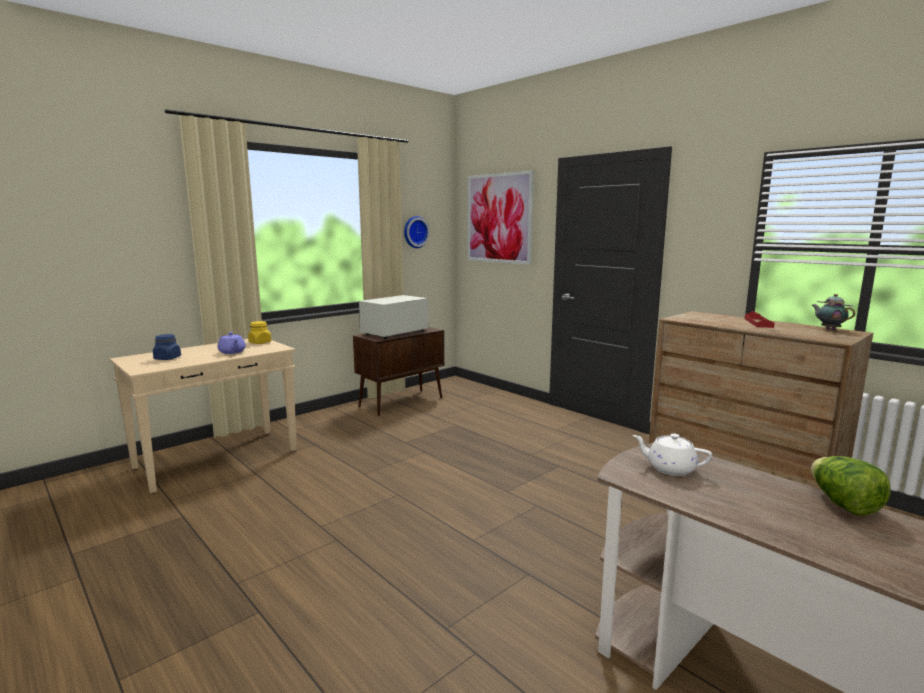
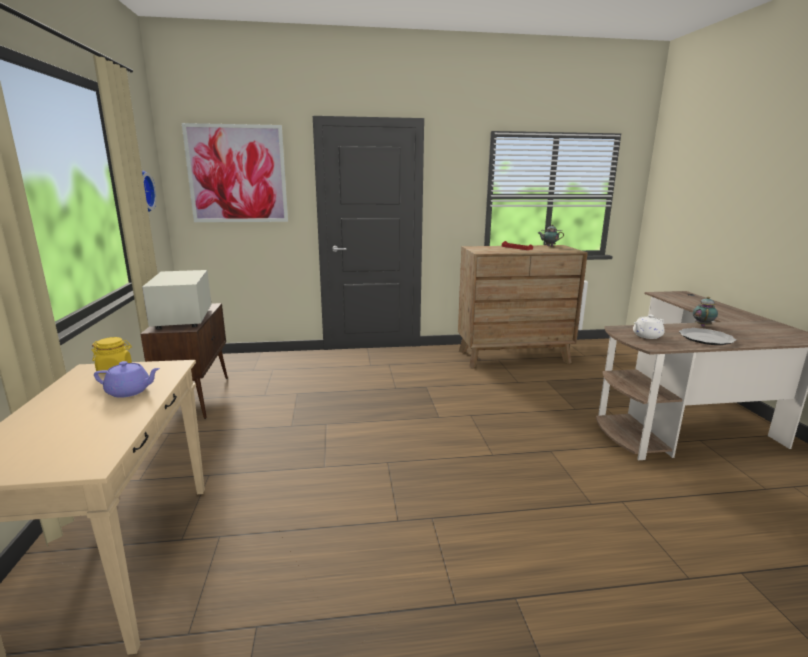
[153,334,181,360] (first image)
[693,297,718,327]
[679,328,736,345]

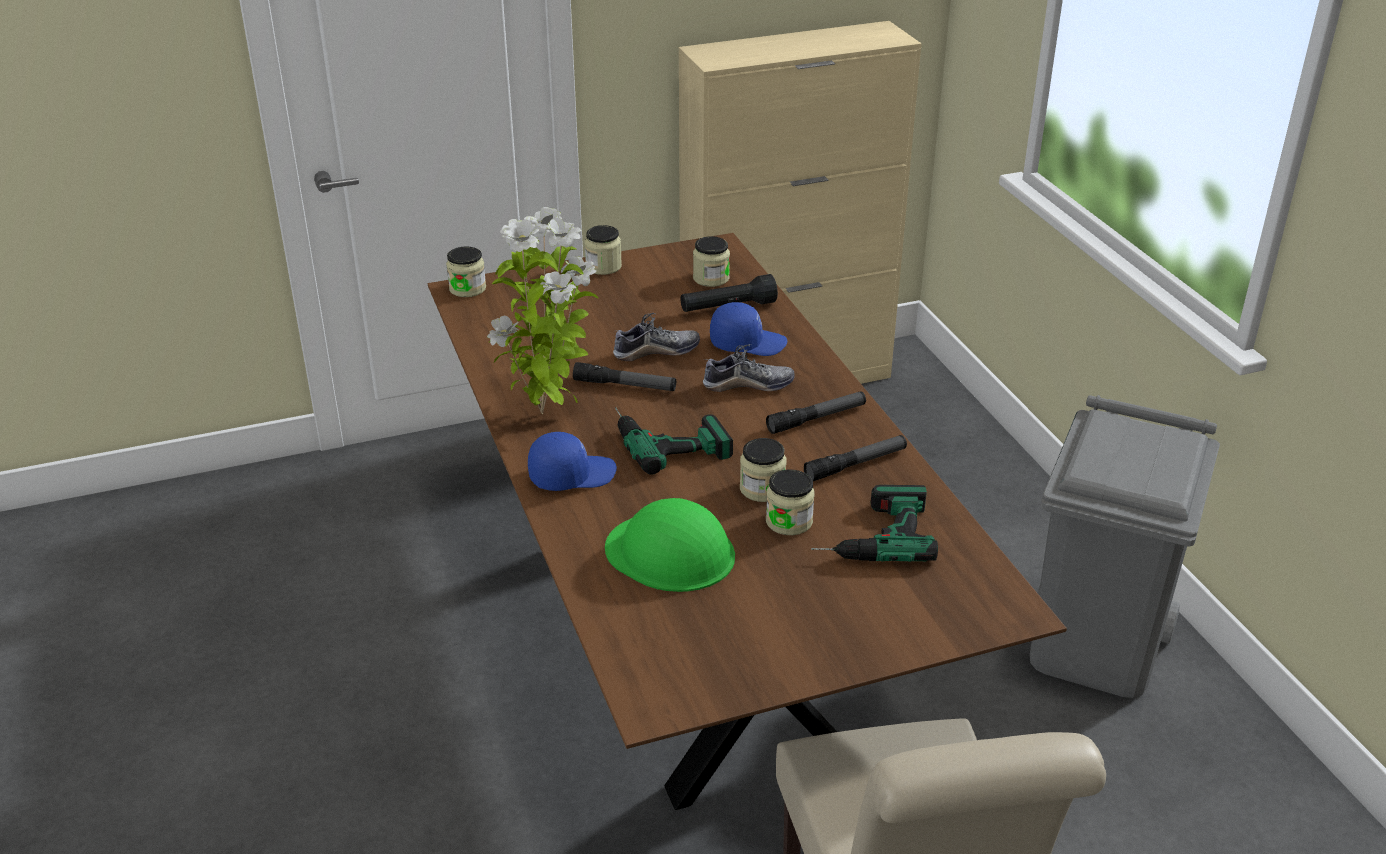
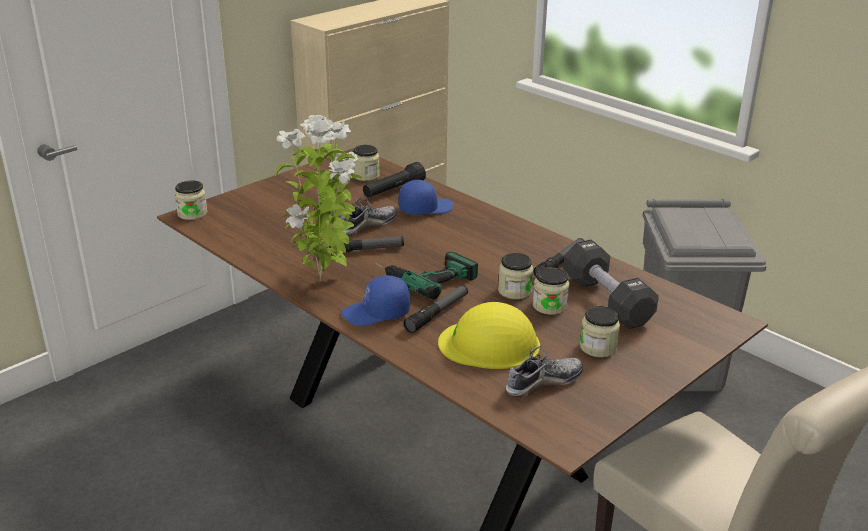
[342,275,410,326]
[580,306,620,358]
[438,302,540,369]
[506,345,583,397]
[404,285,468,333]
[563,239,659,329]

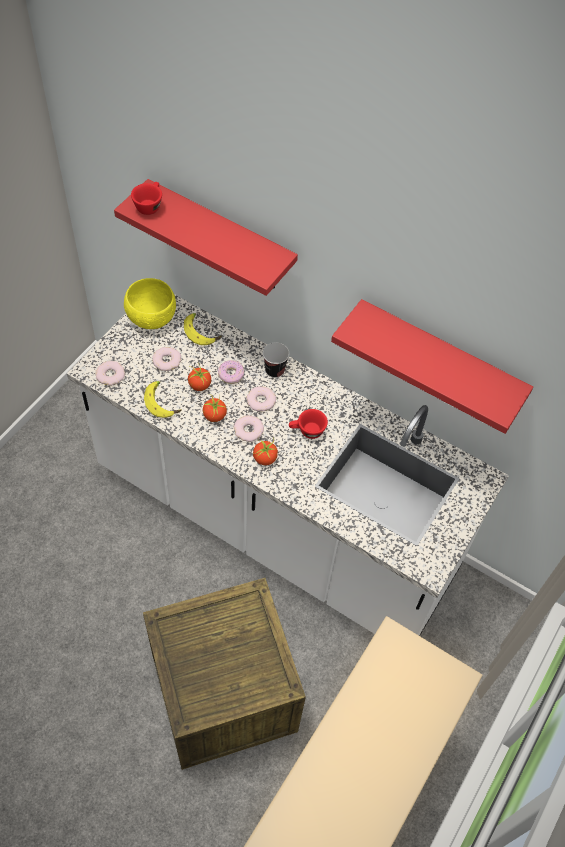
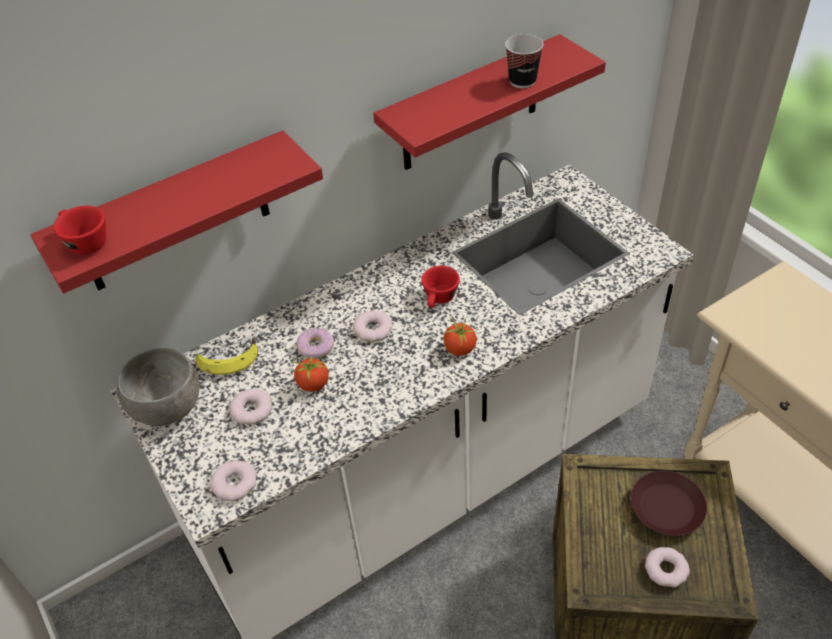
[117,348,200,426]
[144,381,182,418] (first image)
[202,393,227,422] (first image)
[645,547,690,588]
[505,34,543,88]
[631,471,707,536]

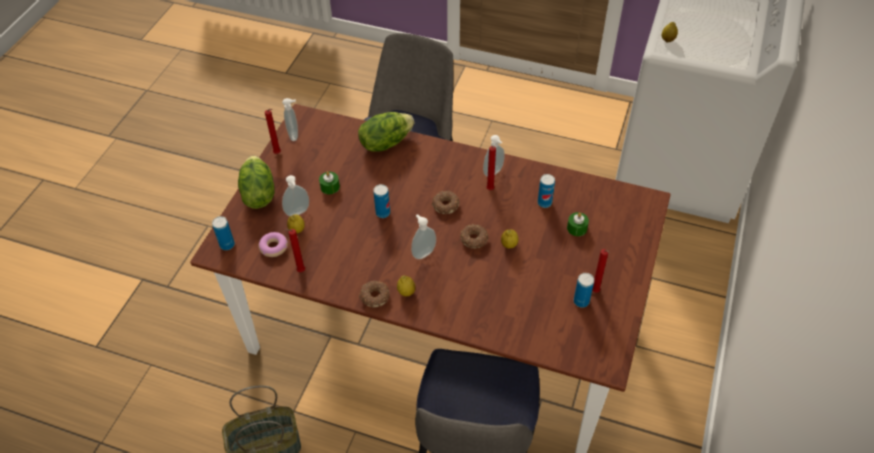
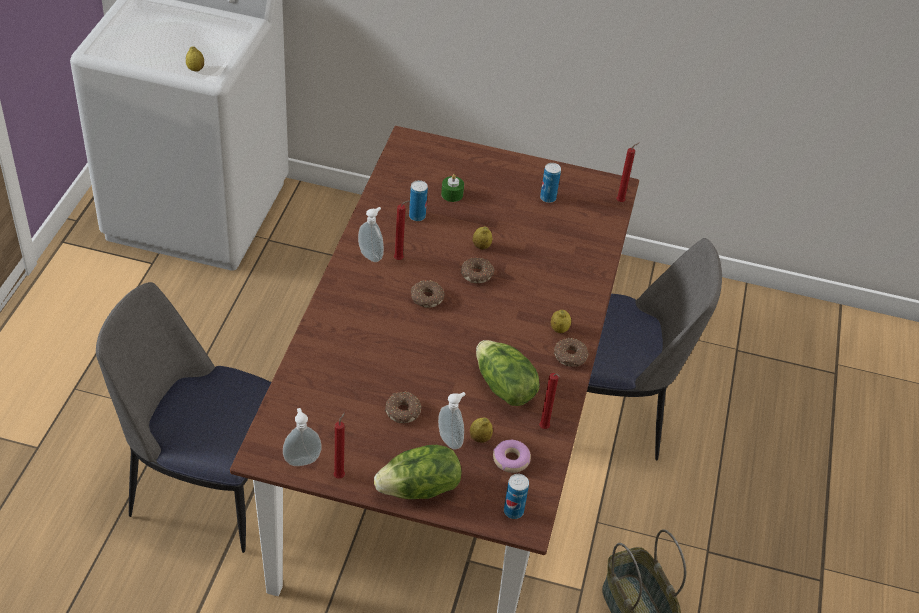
[385,392,422,423]
[476,340,540,406]
[373,184,390,218] (first image)
[411,214,436,259] (first image)
[616,142,640,202]

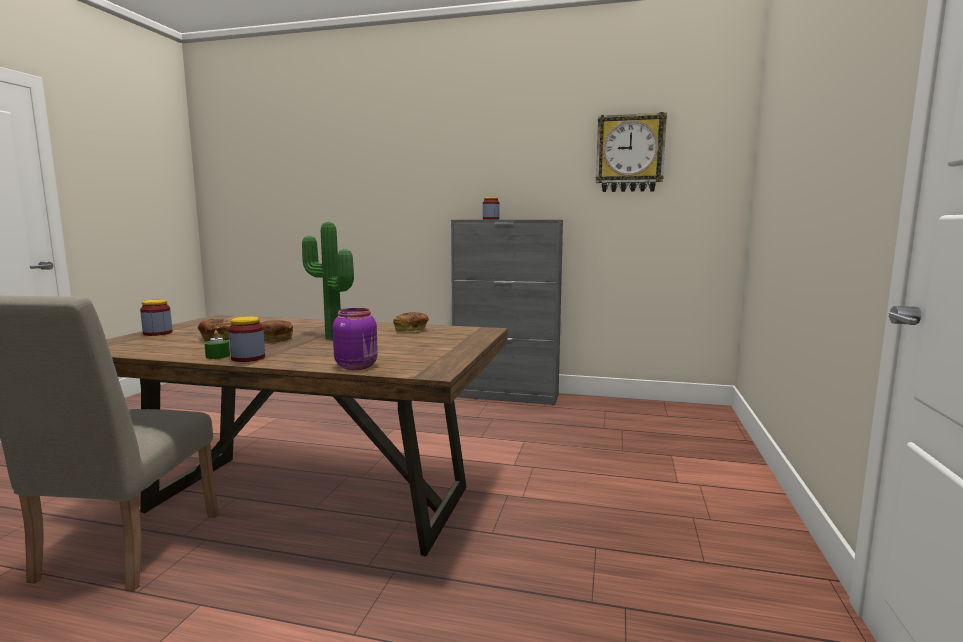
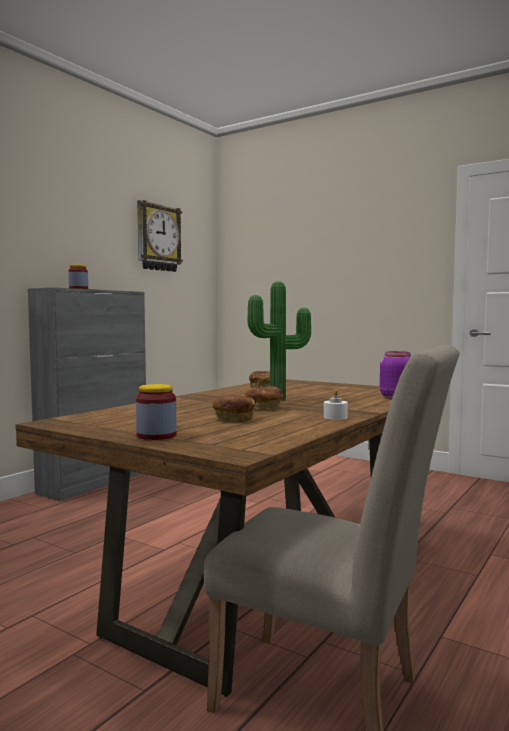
[324,389,348,420]
[229,317,265,362] (first image)

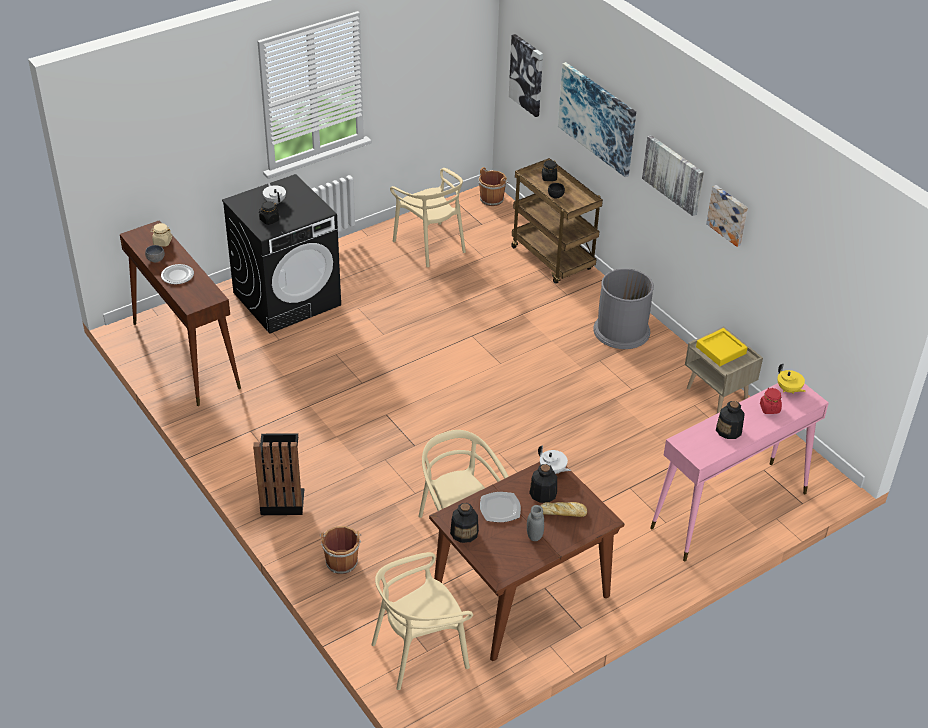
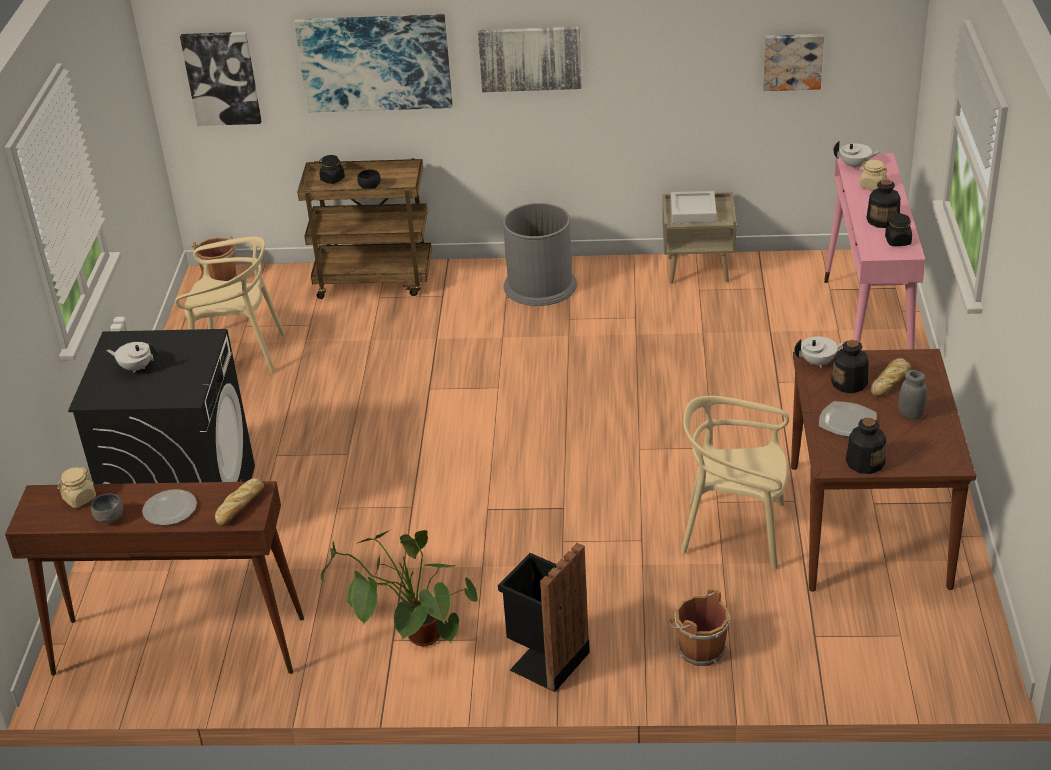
[885,213,912,246]
[371,552,473,690] (first image)
[670,191,717,223]
[763,34,824,91]
[859,160,887,191]
[834,141,881,170]
[215,478,264,526]
[321,530,478,646]

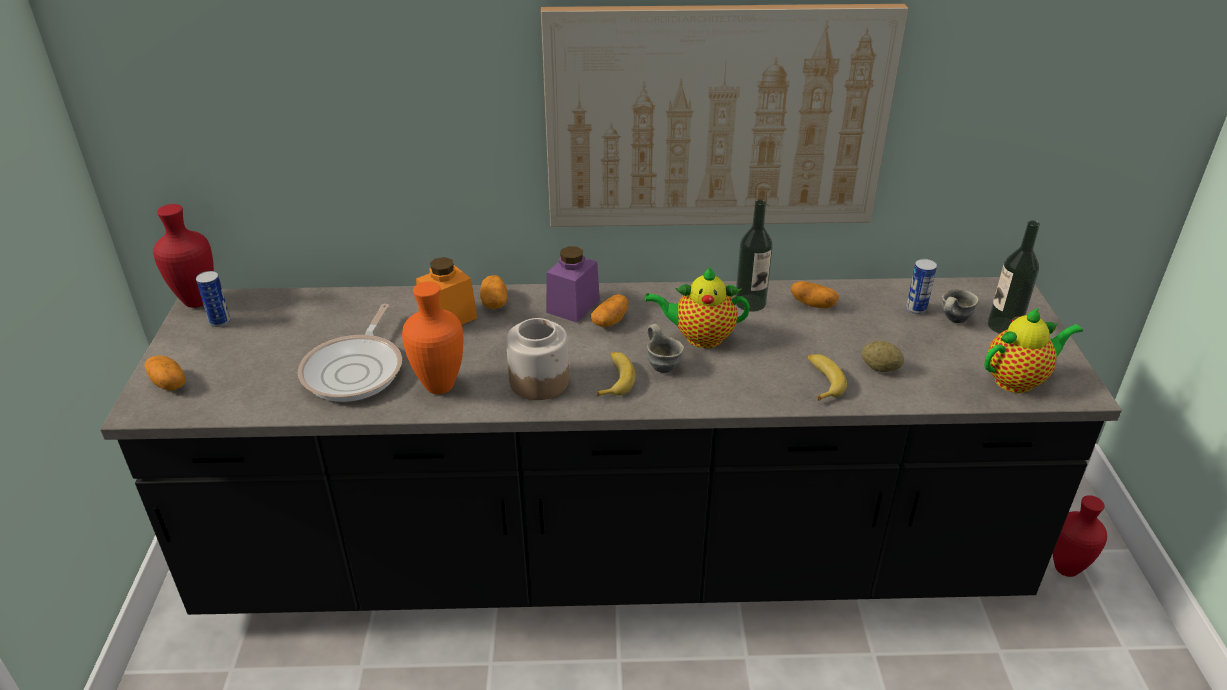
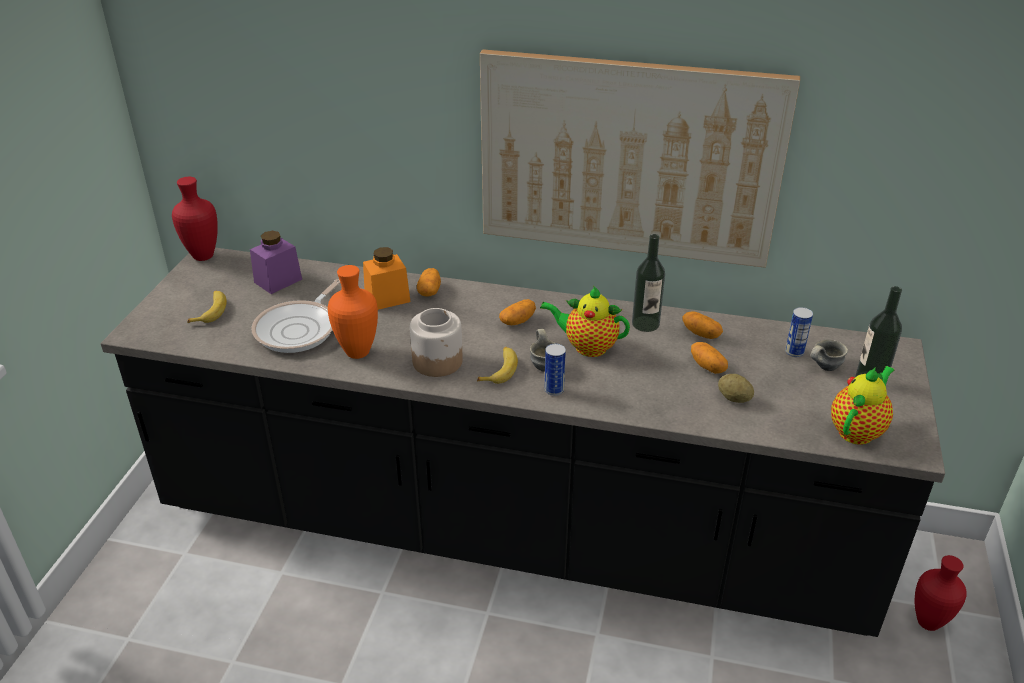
[691,342,728,374]
[545,344,566,396]
[250,231,302,294]
[187,291,227,323]
[831,366,894,445]

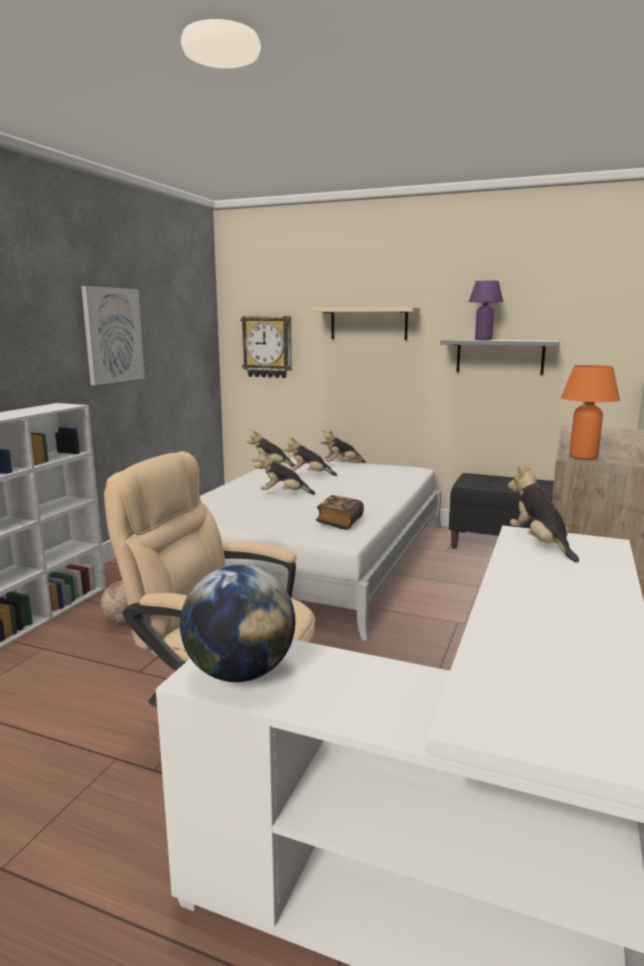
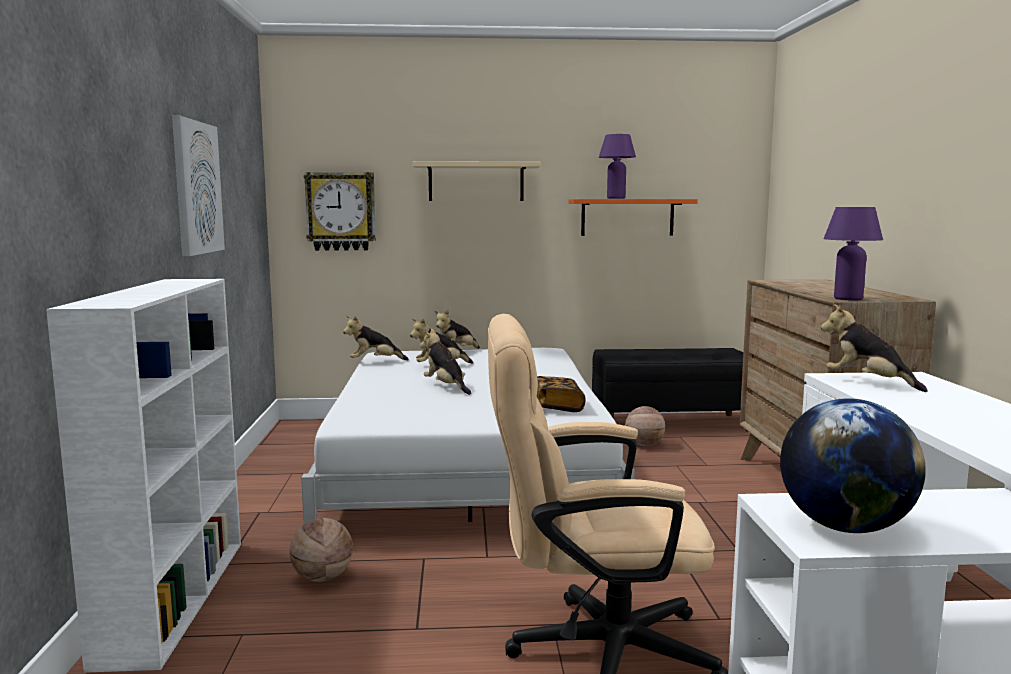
[420,329,471,395]
[568,199,698,236]
[824,207,883,301]
[625,406,665,446]

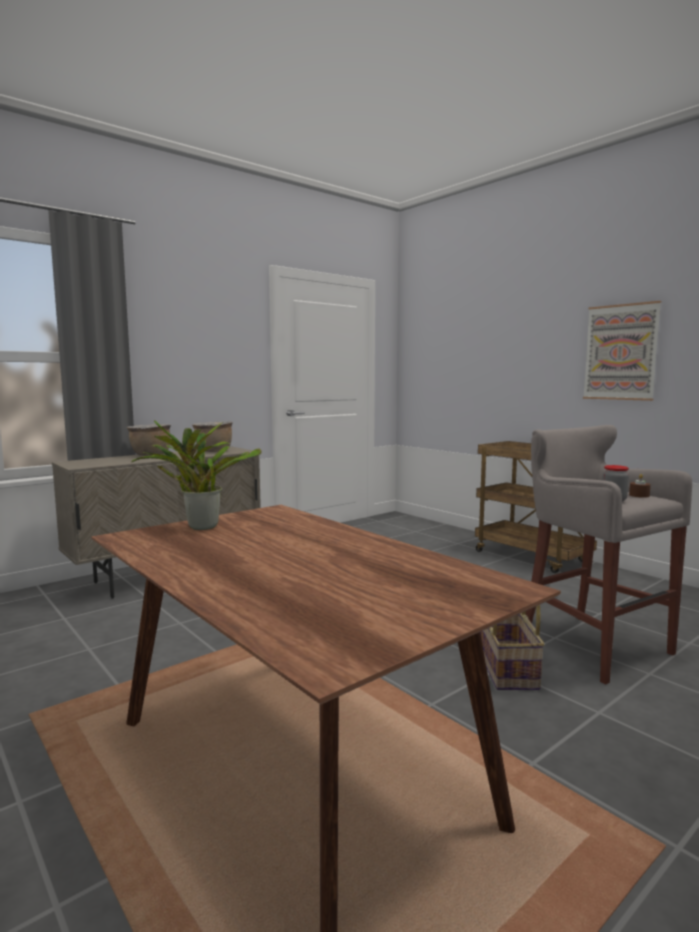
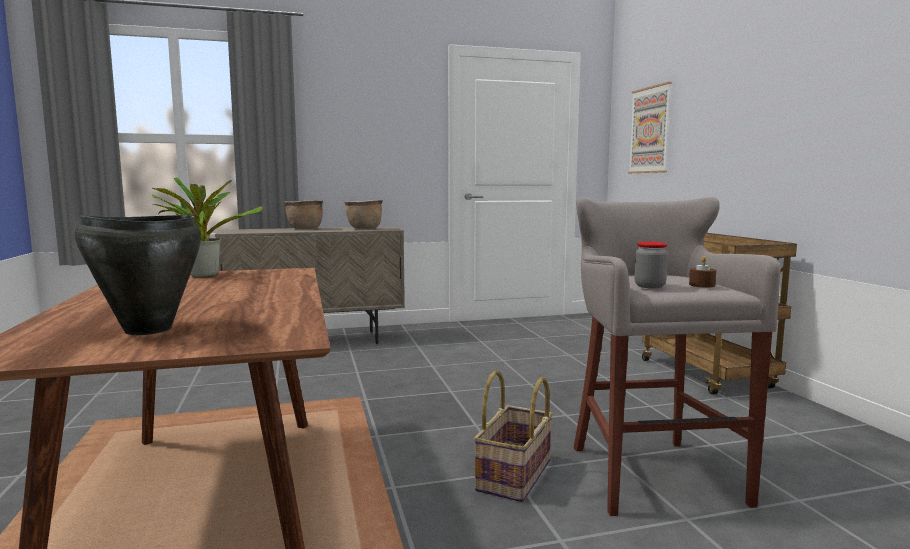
[628,82,672,173]
[75,215,201,335]

